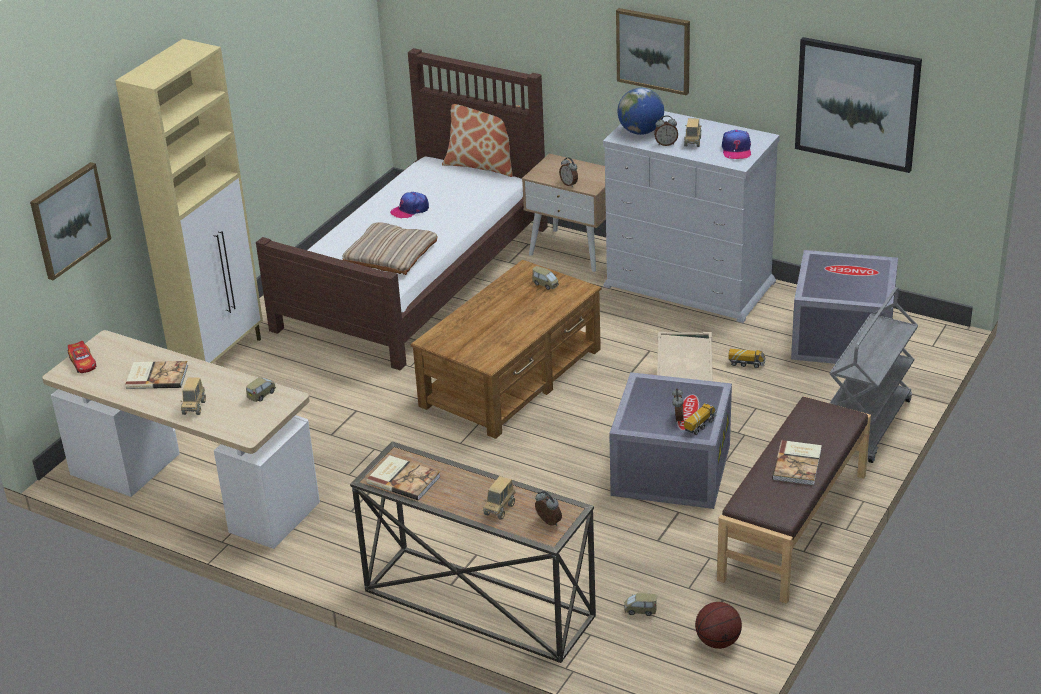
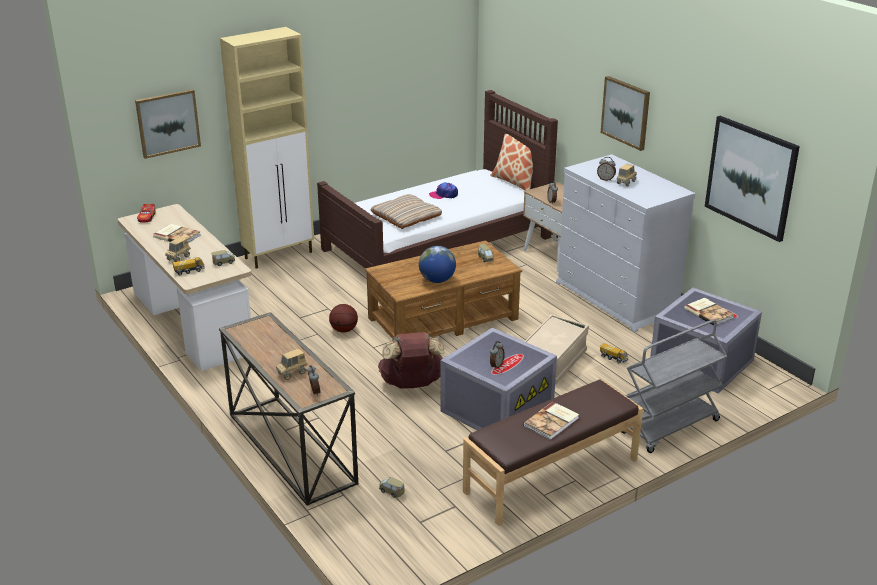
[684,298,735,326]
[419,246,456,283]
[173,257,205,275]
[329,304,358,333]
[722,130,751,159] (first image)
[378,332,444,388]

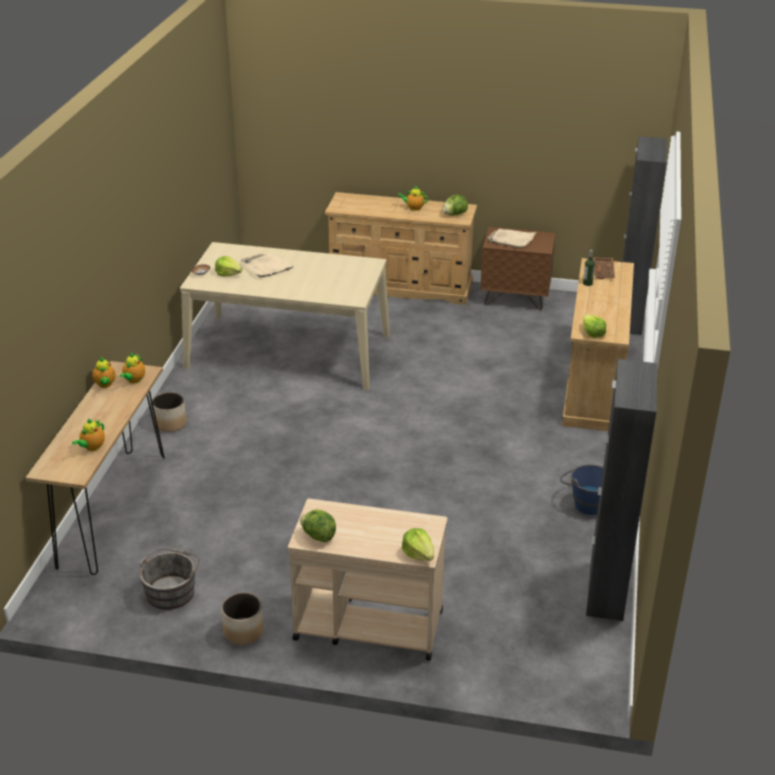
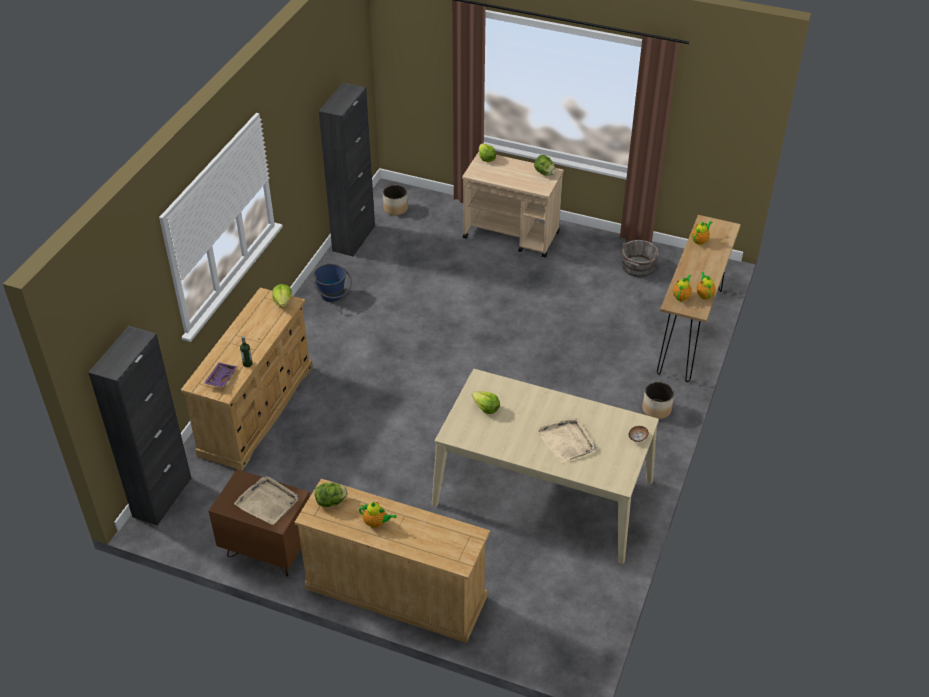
[472,392,500,414]
[383,185,408,216]
[204,363,238,387]

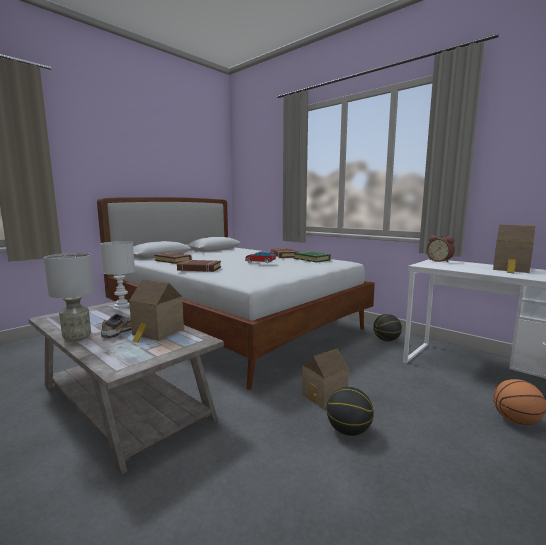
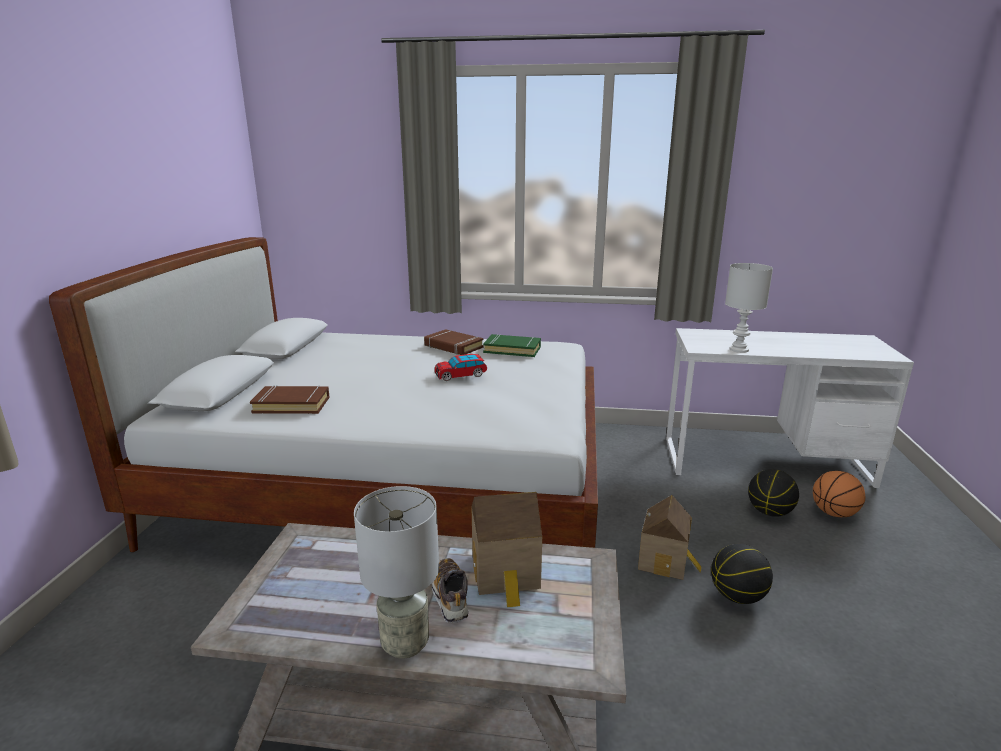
[725,263,773,353]
[177,260,221,272] (first image)
[748,469,799,517]
[427,235,455,262] (first image)
[493,225,536,273] (first image)

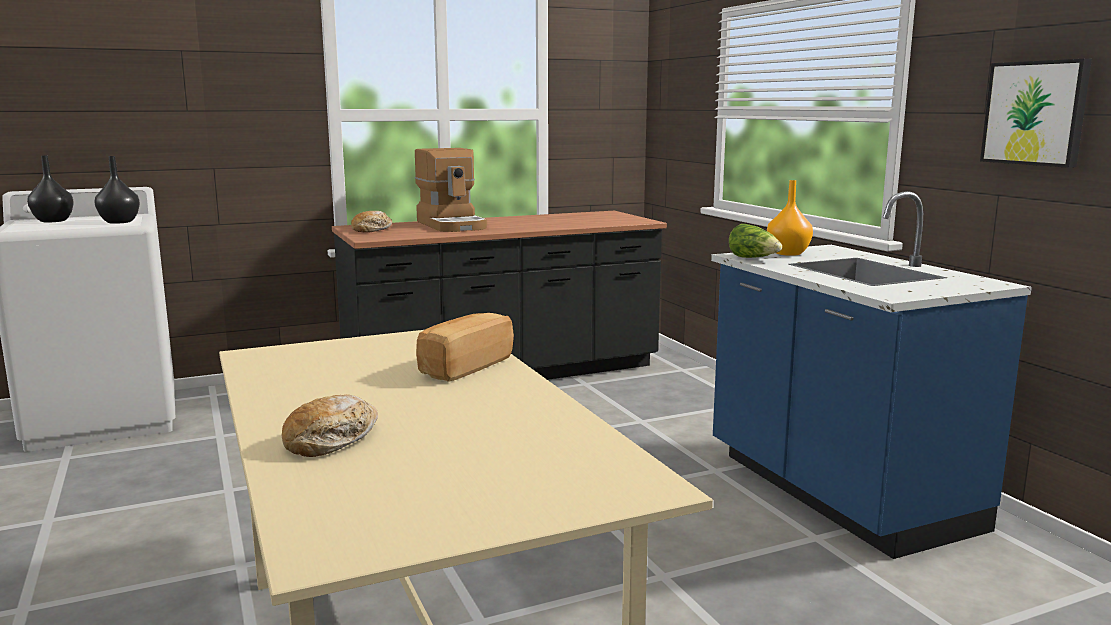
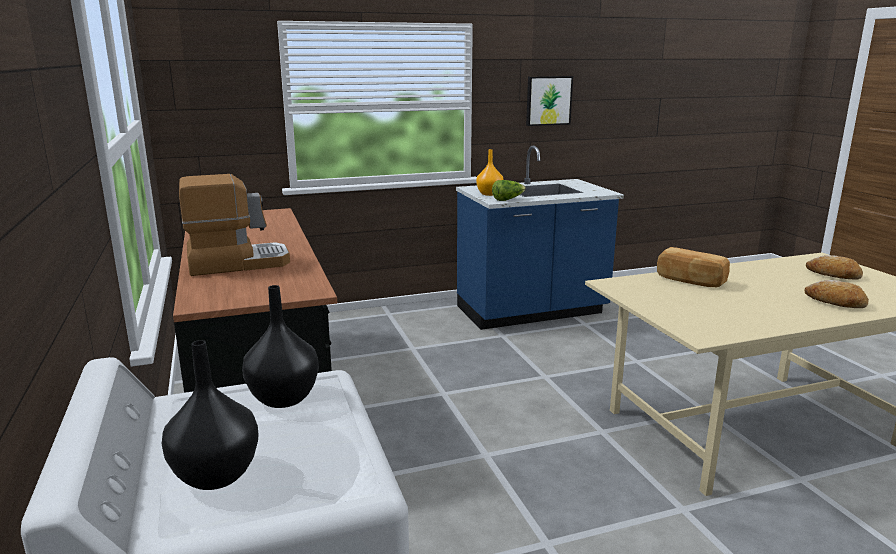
[806,255,863,279]

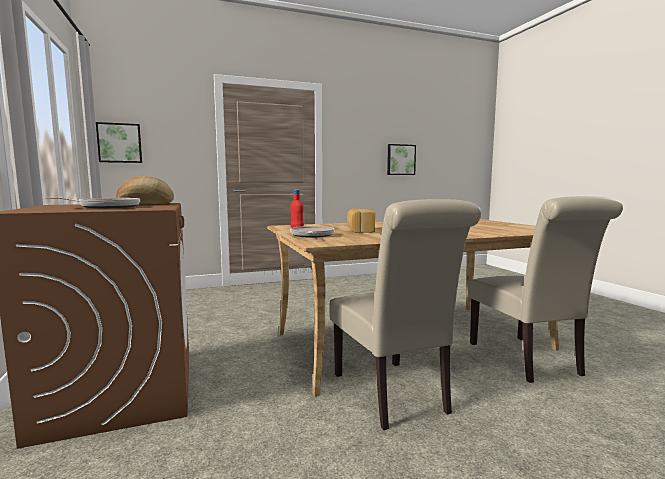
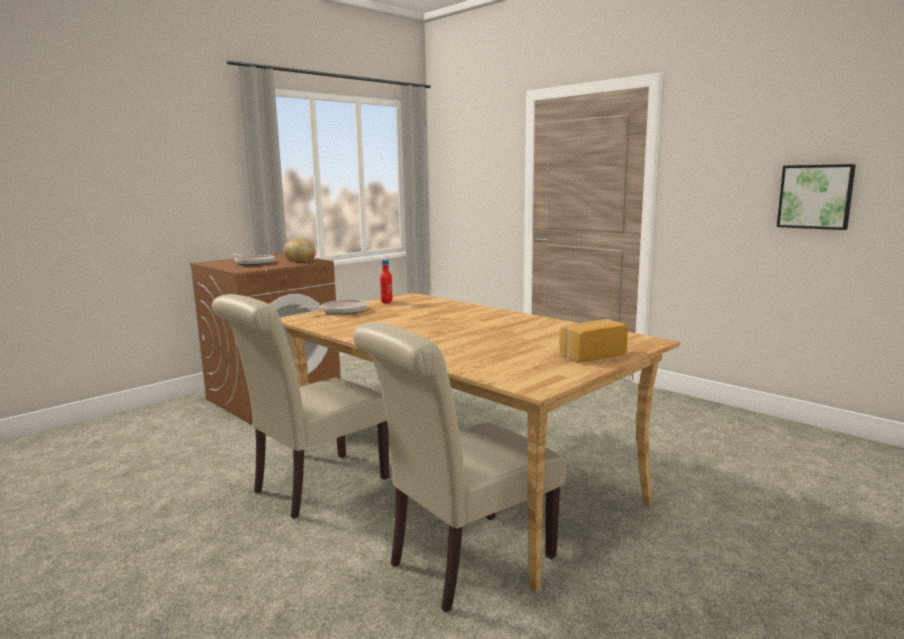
[96,122,142,163] (first image)
[559,319,628,362]

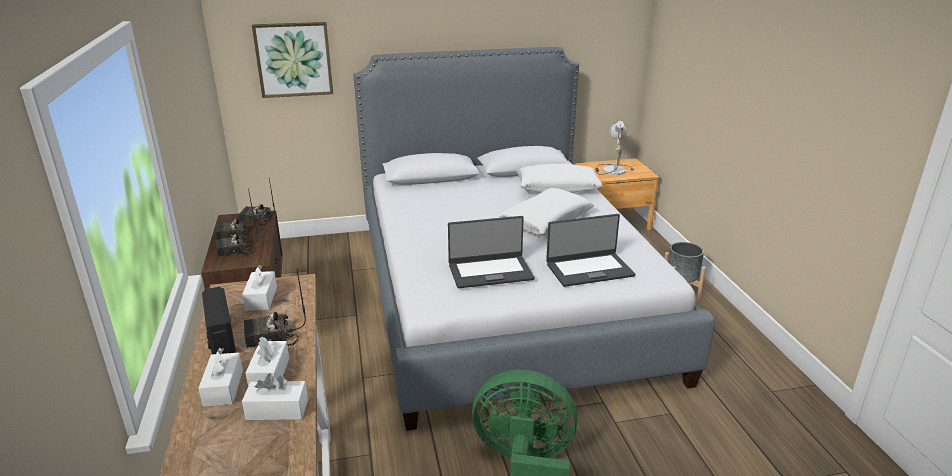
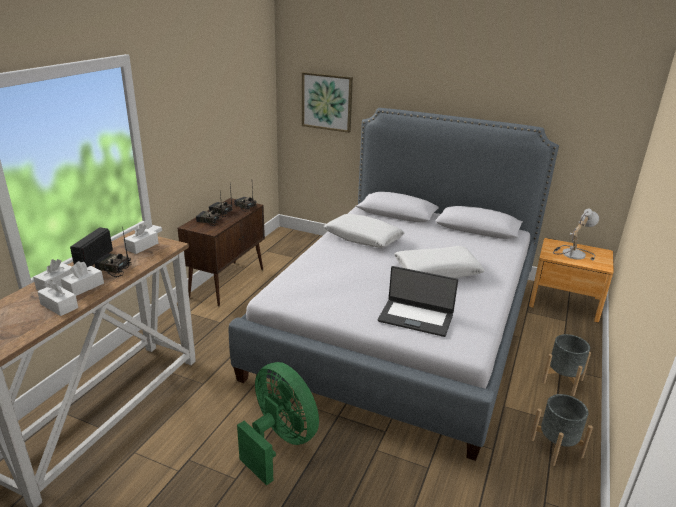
[448,216,534,288] (first image)
[324,214,405,248]
[530,394,593,466]

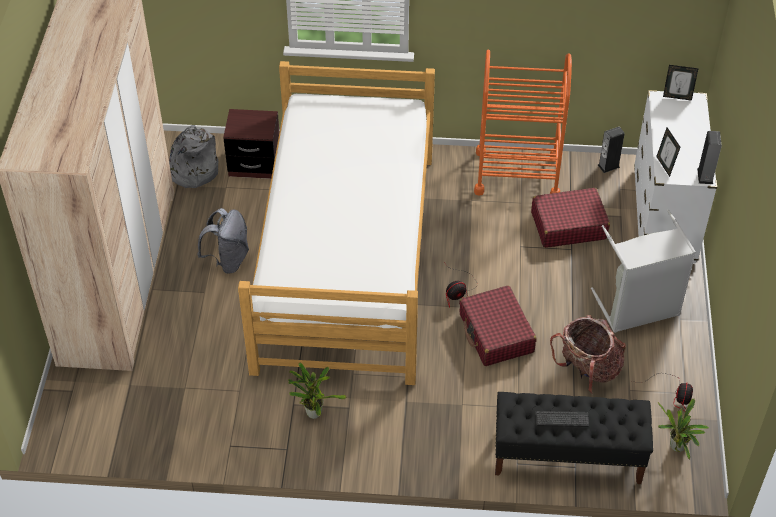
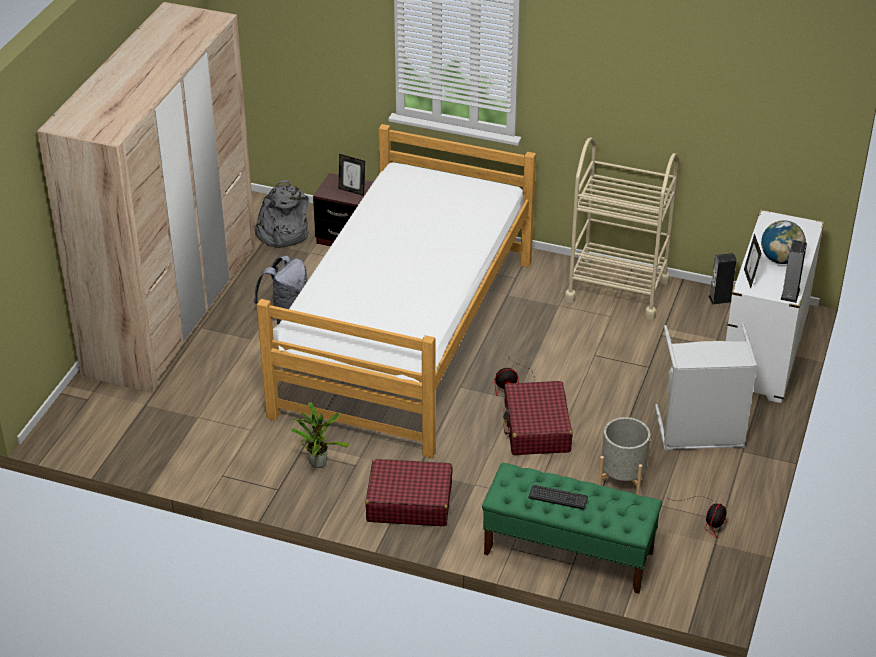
[565,138,679,320]
[482,463,662,594]
[365,459,453,526]
[598,417,651,495]
[658,398,709,460] (first image)
[338,154,365,196]
[761,220,806,264]

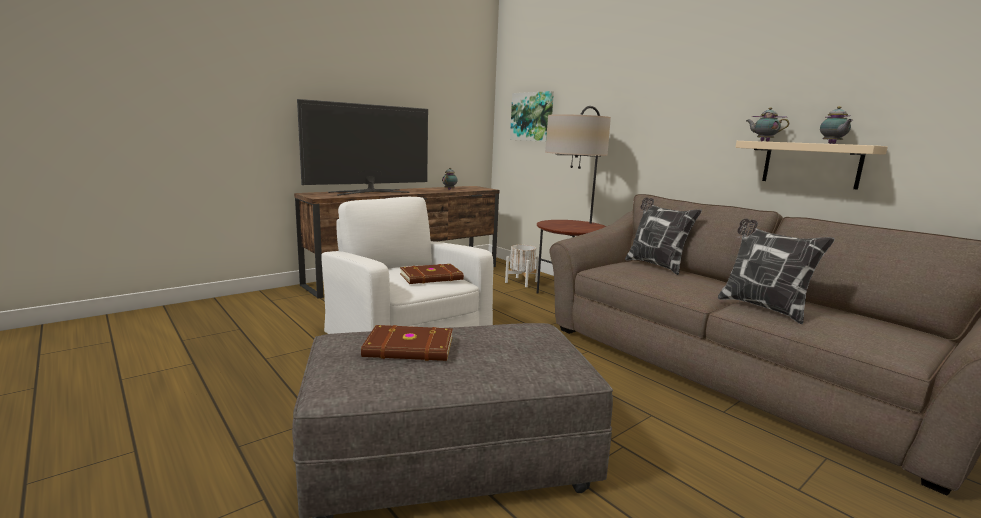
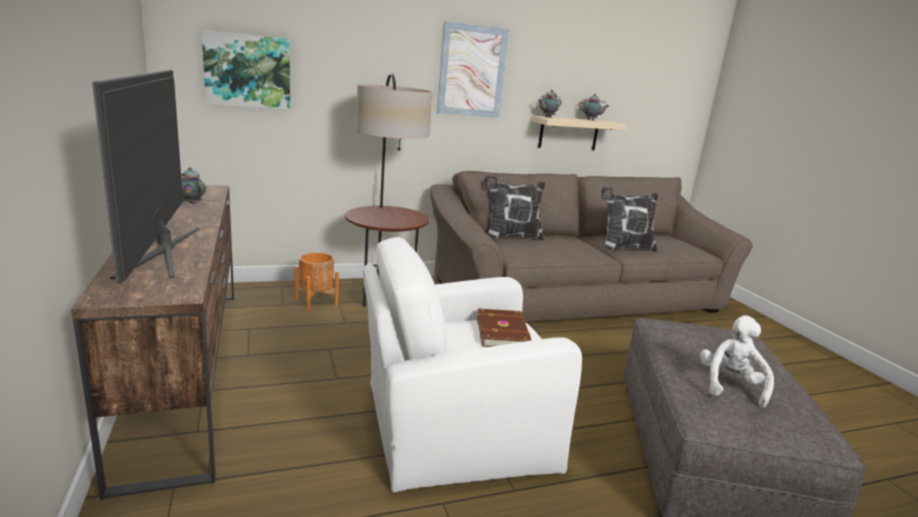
[700,315,774,408]
[295,252,339,311]
[437,21,509,117]

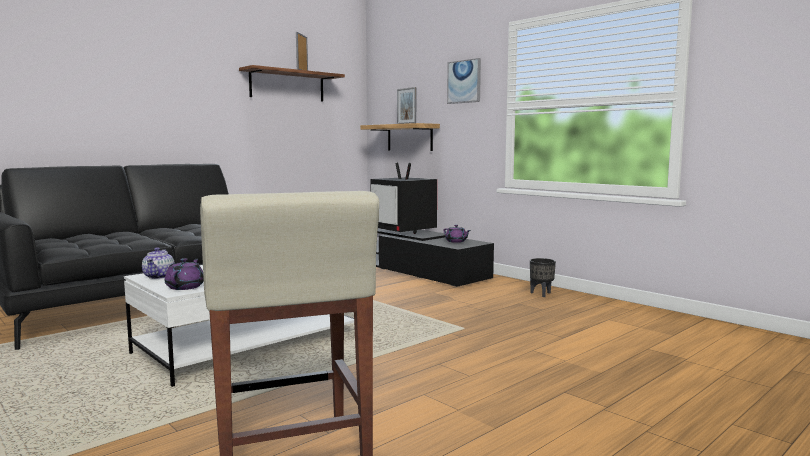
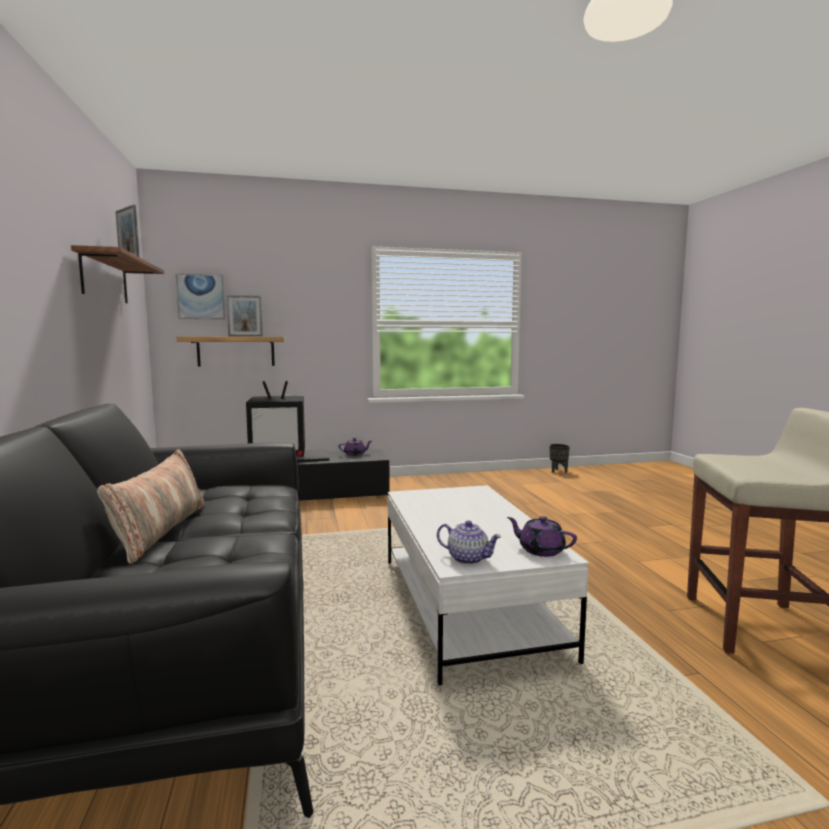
[176,274,225,319]
[550,444,570,473]
[97,449,205,564]

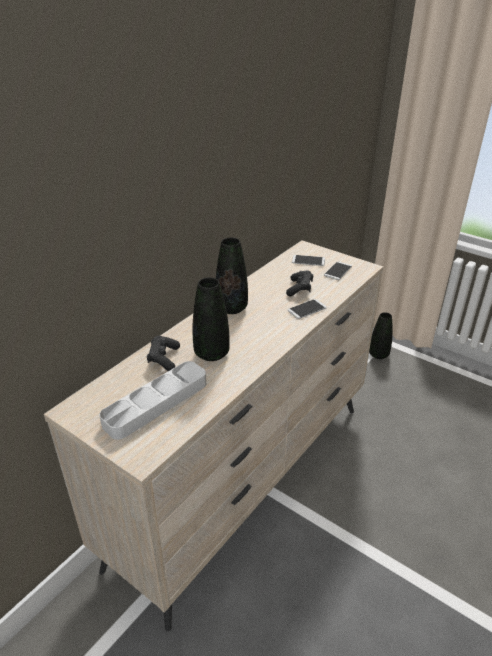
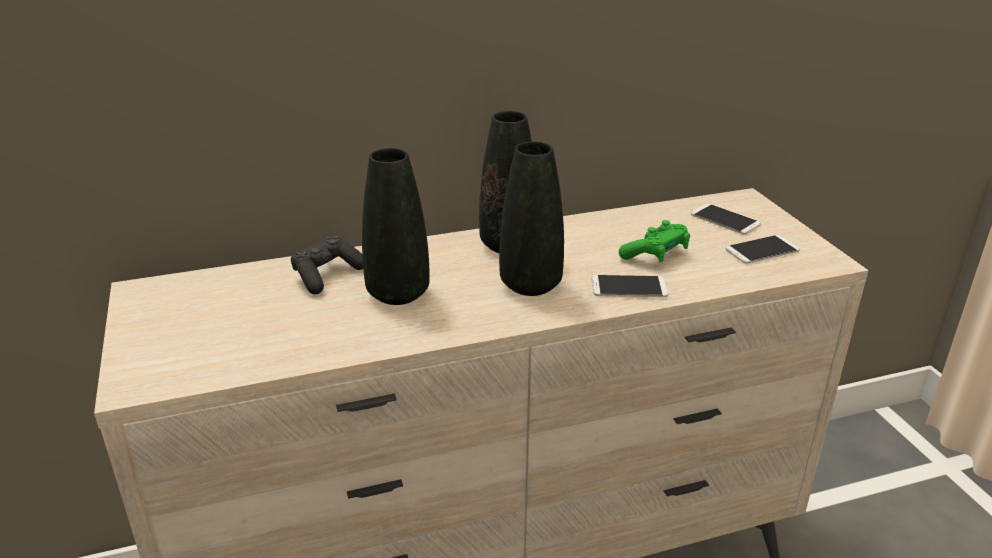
[99,361,206,440] (first image)
[619,220,690,262]
[499,141,564,296]

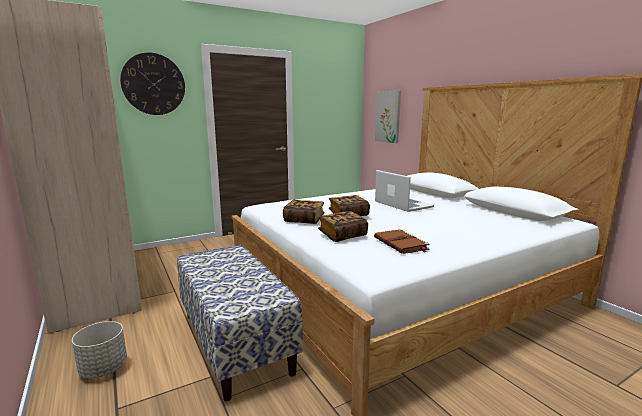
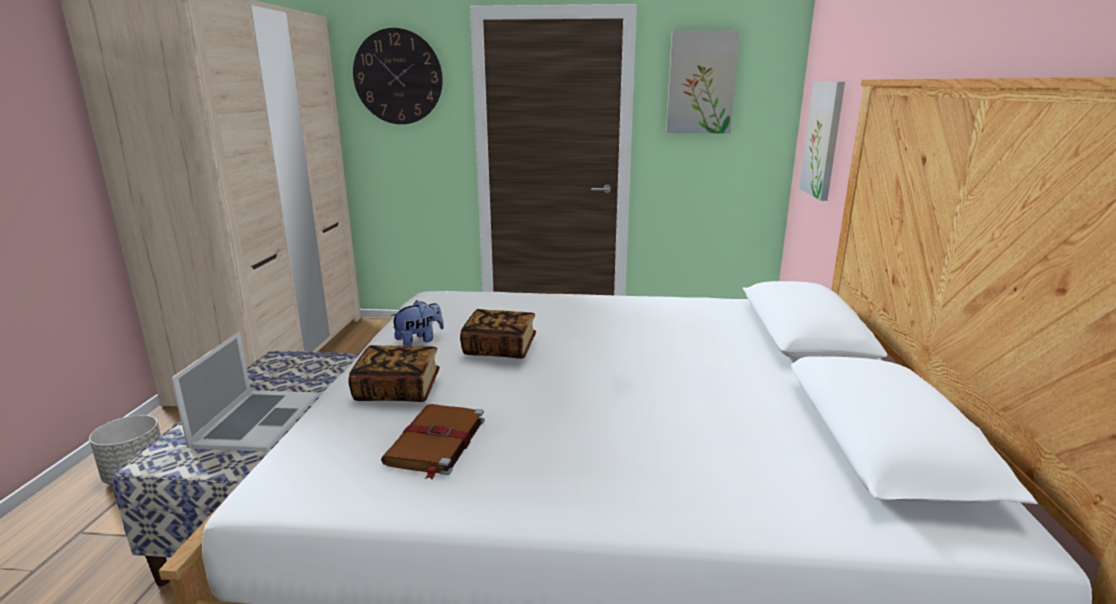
[390,300,444,346]
[171,332,318,452]
[666,30,740,133]

